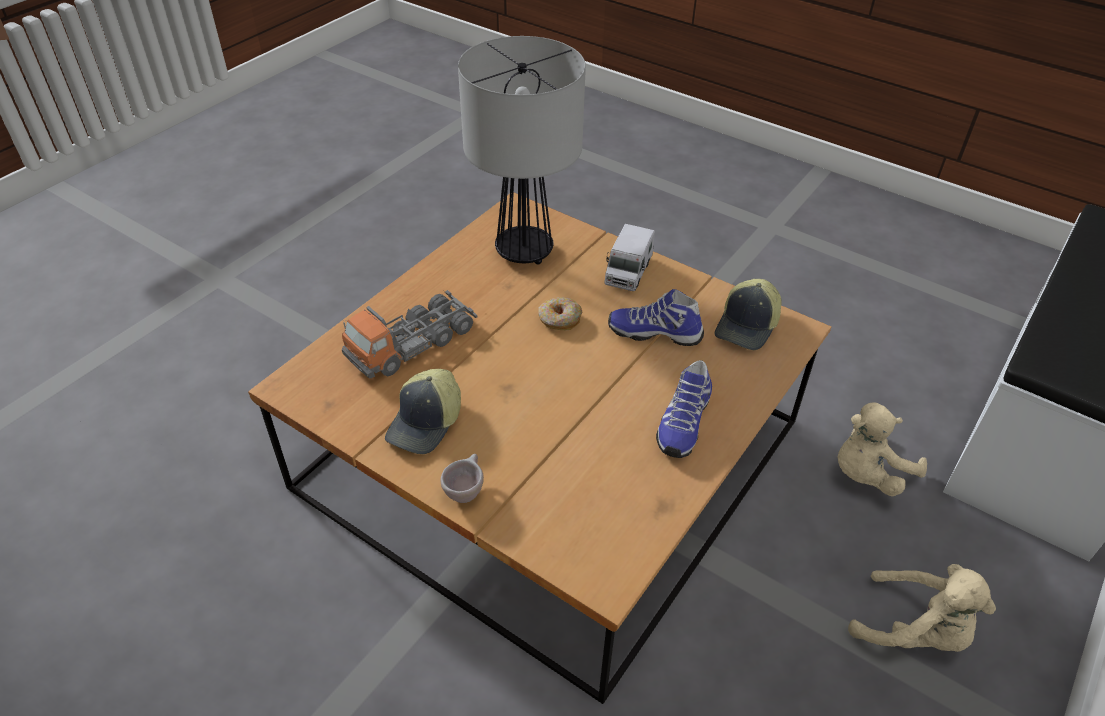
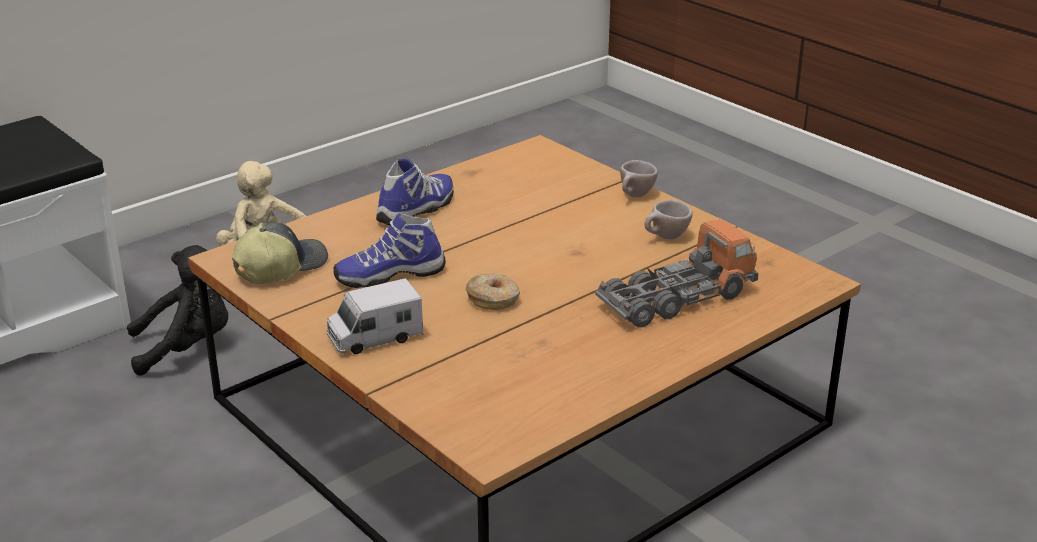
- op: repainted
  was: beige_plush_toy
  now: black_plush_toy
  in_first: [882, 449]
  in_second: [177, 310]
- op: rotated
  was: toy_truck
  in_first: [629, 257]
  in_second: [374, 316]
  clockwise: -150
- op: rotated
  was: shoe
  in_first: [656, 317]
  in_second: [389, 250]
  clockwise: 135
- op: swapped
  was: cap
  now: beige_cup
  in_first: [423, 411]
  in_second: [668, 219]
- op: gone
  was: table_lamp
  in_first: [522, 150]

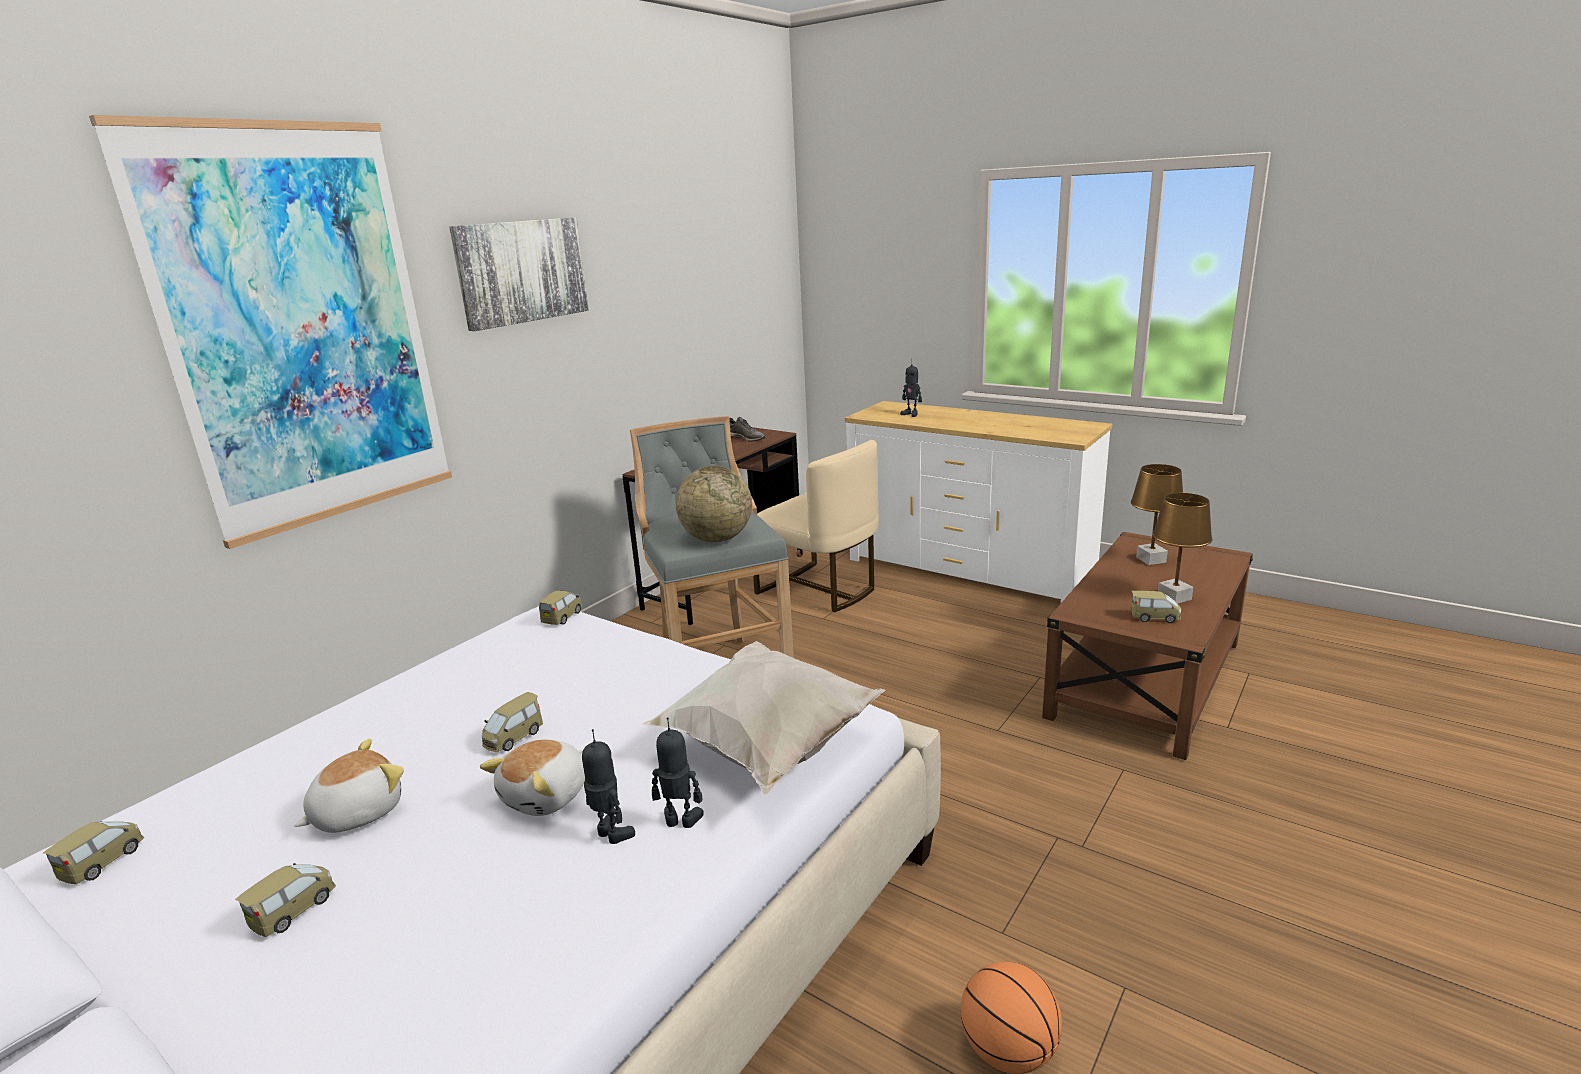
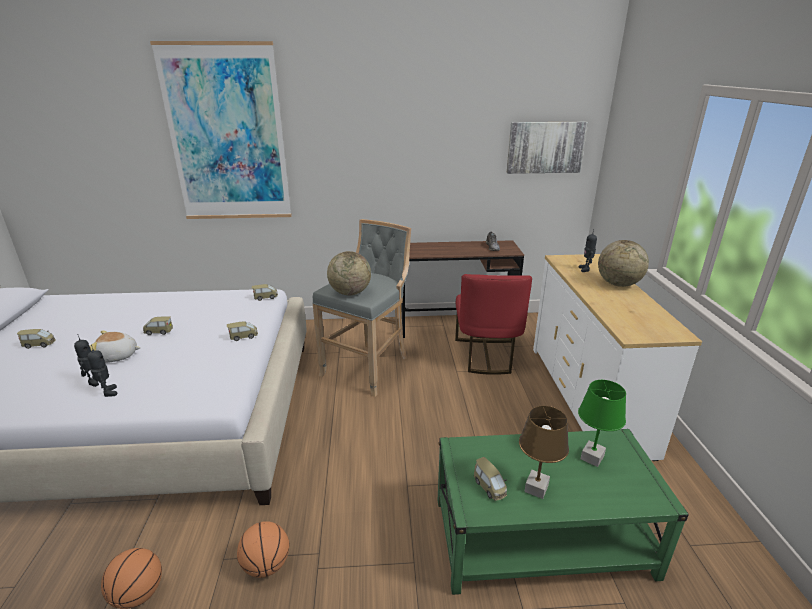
- op: shifted
  was: toy_car
  in_first: [93, 852]
  in_second: [242, 331]
- op: new
  now: basketball
  in_second: [263, 549]
- op: repainted
  was: brown_coffee_table
  now: green_coffee_table
  in_first: [1147, 646]
  in_second: [563, 512]
- op: repainted
  was: beige_chair
  now: red_chair
  in_first: [816, 526]
  in_second: [493, 324]
- op: shifted
  was: picture
  in_first: [519, 274]
  in_second: [547, 148]
- op: repainted
  was: brown_table_lamp
  now: green_table_lamp
  in_first: [1157, 514]
  in_second: [602, 423]
- op: new
  now: globe
  in_second: [623, 263]
- op: gone
  was: plush_toy
  in_first: [349, 786]
- op: gone
  was: white_pillow
  in_first: [763, 718]

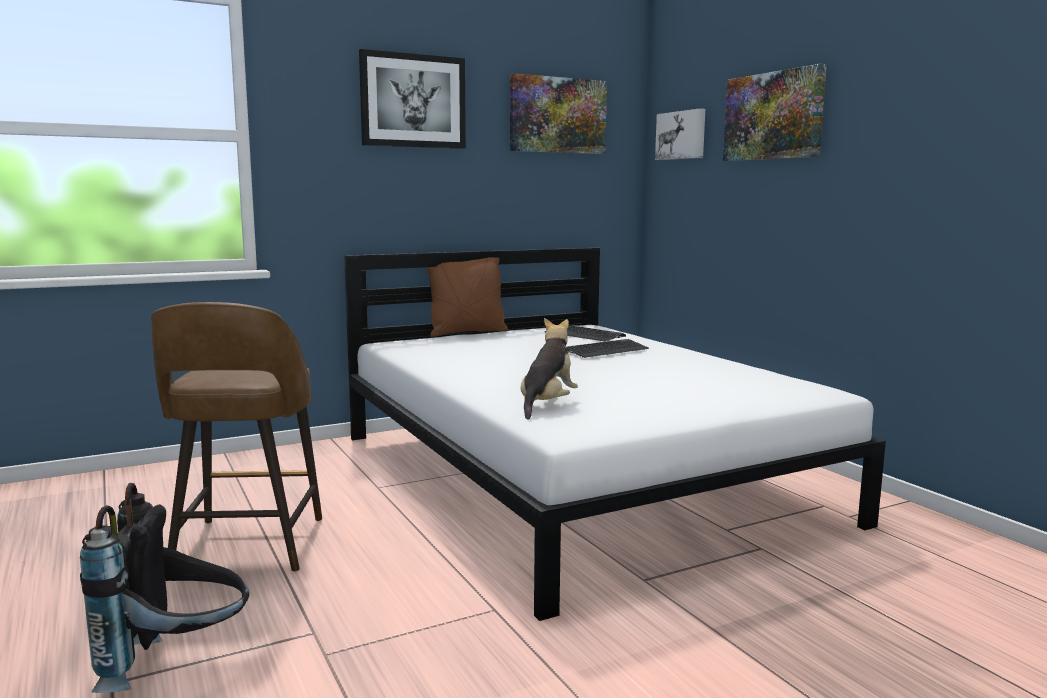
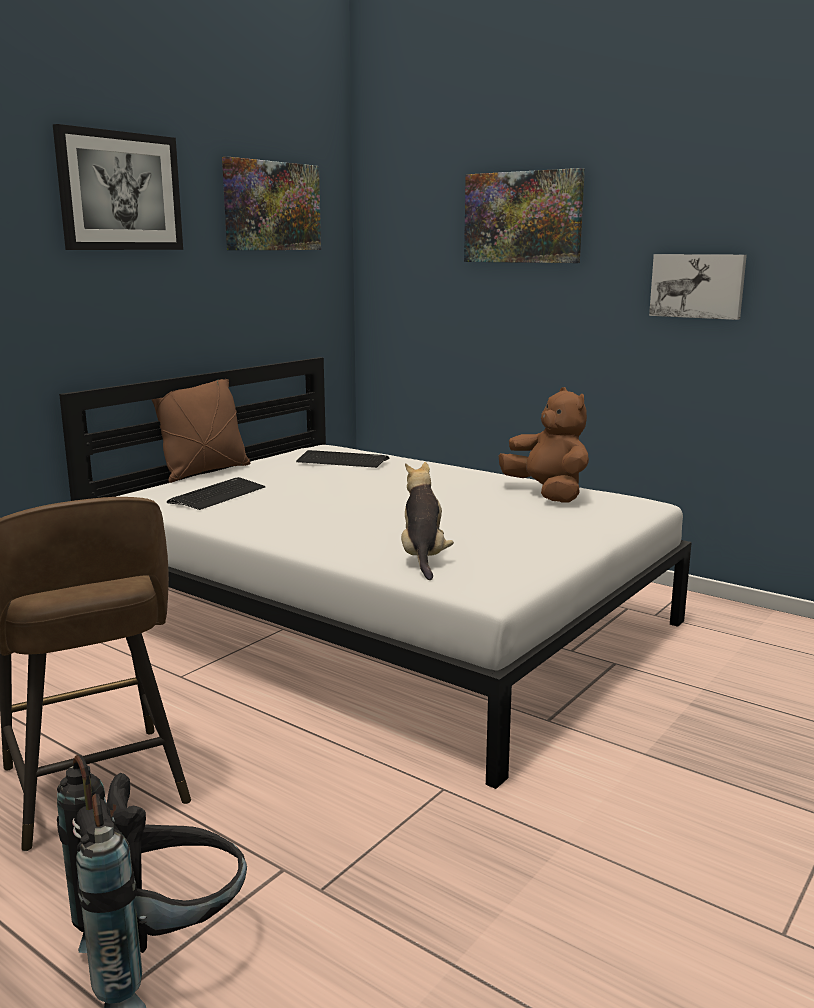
- op: shifted
  was: keyboard
  in_first: [607, 348]
  in_second: [216, 493]
- op: new
  now: brown_plush_toy
  in_second: [544, 444]
- op: shifted
  was: picture
  in_first: [680, 134]
  in_second: [698, 287]

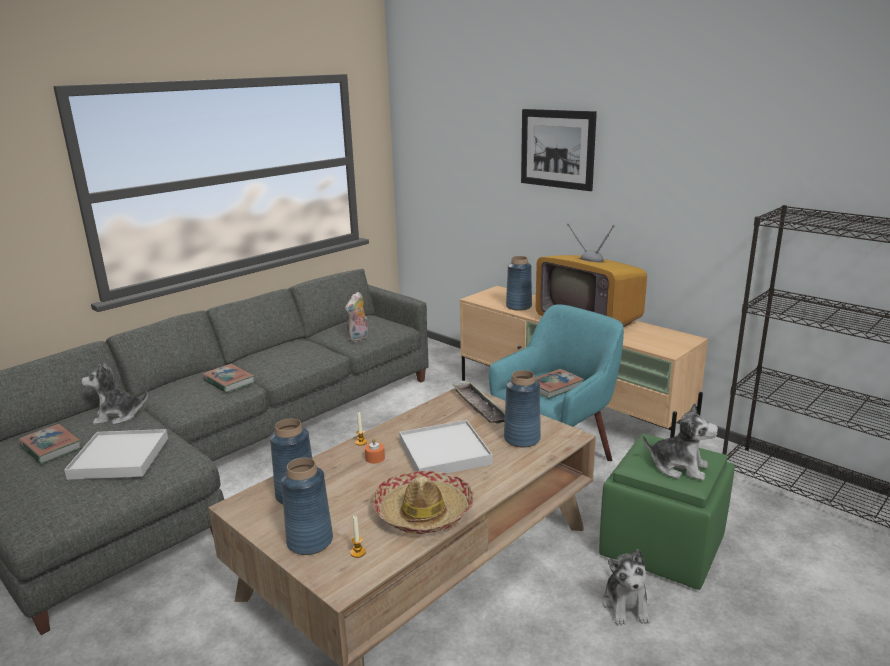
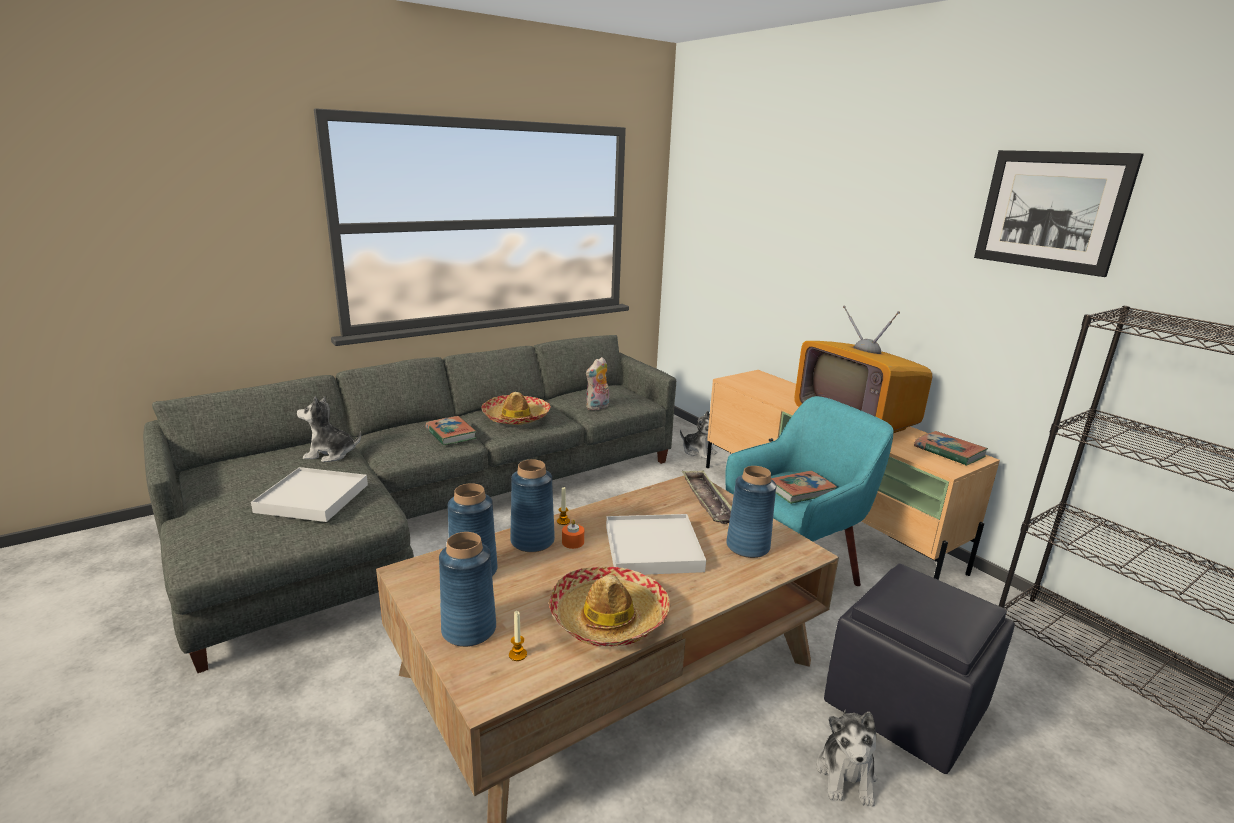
- op: new
  now: hat
  in_second: [516, 408]
- op: shifted
  was: blue_vase
  in_first: [519, 283]
  in_second: [532, 505]
- op: shifted
  was: plush_toy
  in_first: [680, 441]
  in_second: [698, 435]
- op: repainted
  was: green_ottoman
  now: black_ottoman
  in_first: [667, 512]
  in_second: [919, 668]
- op: shifted
  was: book
  in_first: [50, 444]
  in_second: [951, 448]
- op: shifted
  was: picture
  in_first: [559, 150]
  in_second: [1059, 213]

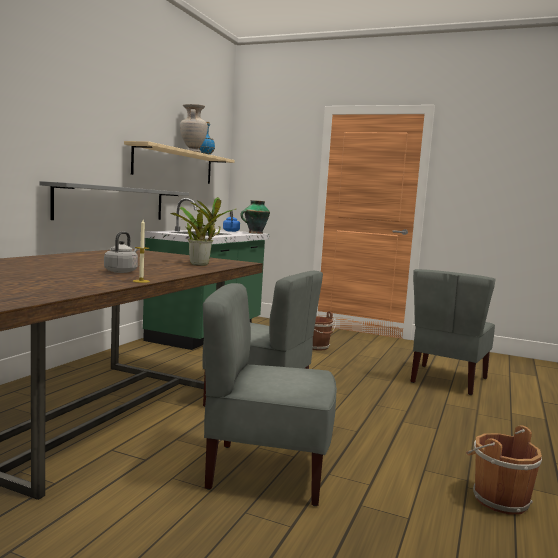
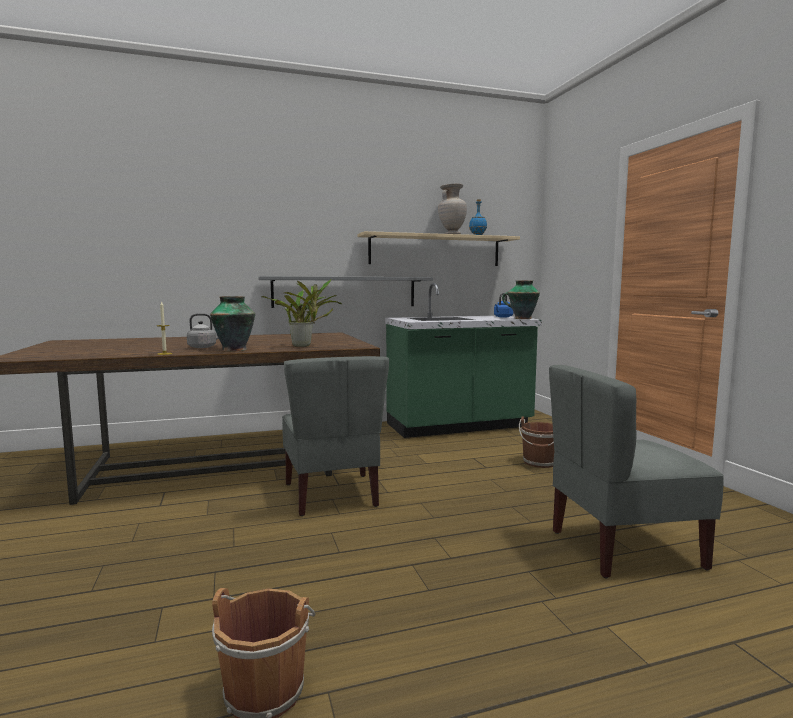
- op: new
  now: vase
  in_second: [232, 324]
- op: gone
  was: grey_chair
  in_first: [270, 394]

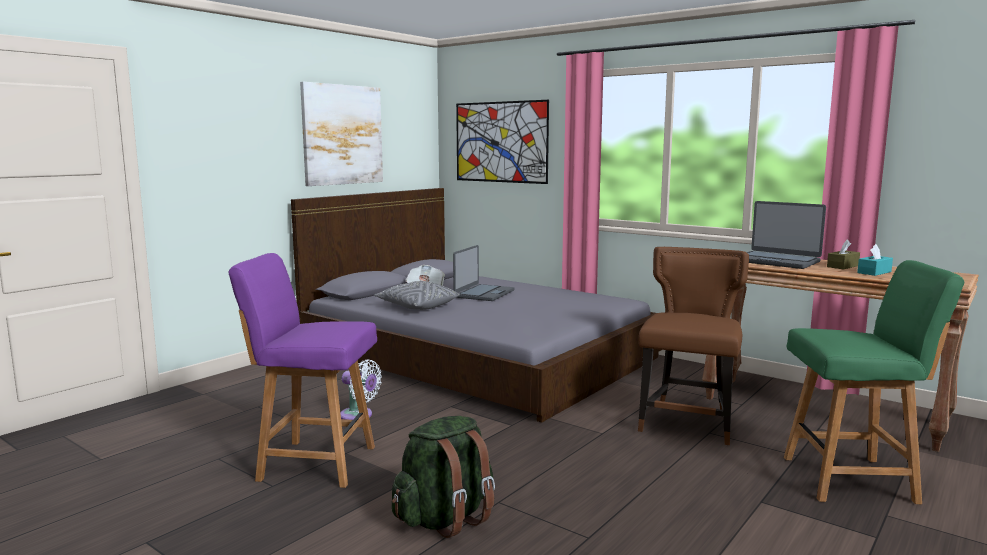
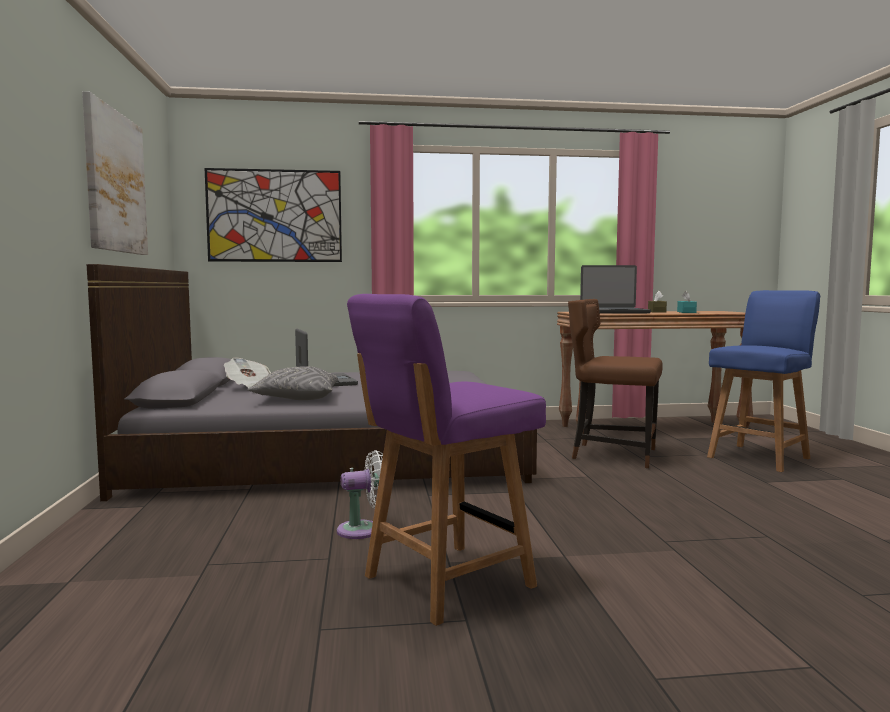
- op: rotated
  was: brown_chair
  in_first: [693, 346]
  in_second: [615, 383]
  clockwise: -45
- op: repainted
  was: green_chair
  now: blue_chair
  in_first: [874, 382]
  in_second: [763, 381]
- op: gone
  was: green_backpack
  in_first: [443, 477]

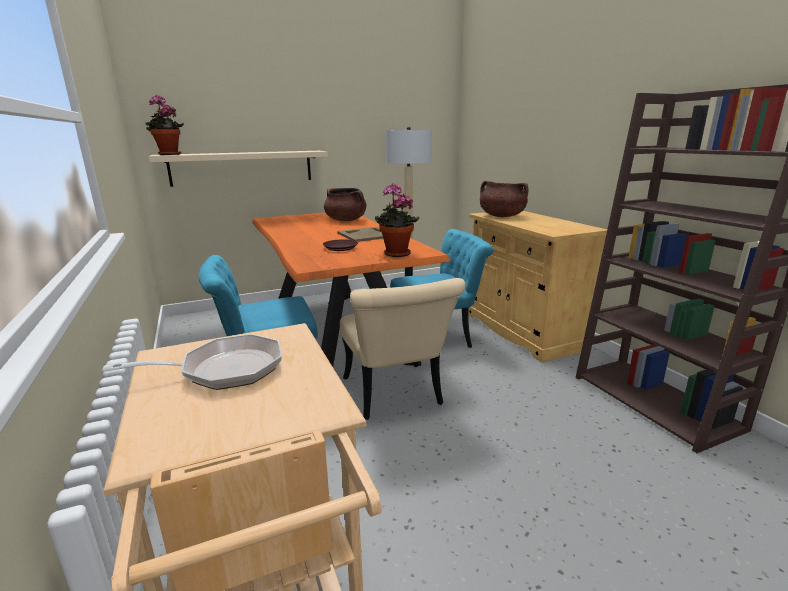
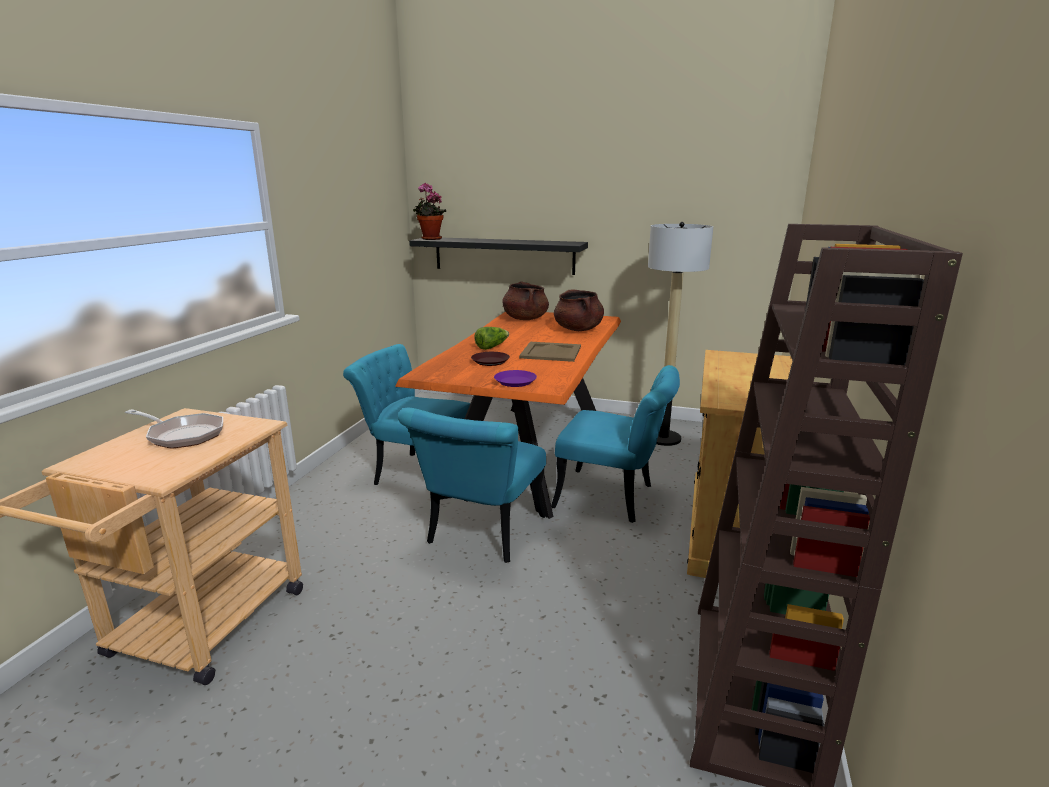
- op: repainted
  was: beige_chair
  now: turquoise_chair
  in_first: [403, 349]
  in_second: [472, 485]
- op: repainted
  was: beige_shelf
  now: black_shelf
  in_first: [238, 169]
  in_second: [498, 256]
- op: new
  now: lettuce
  in_second: [491, 338]
- op: swapped
  was: potted_plant
  now: purple_plate
  in_first: [397, 220]
  in_second: [515, 378]
- op: shifted
  was: brown_cooking_pot
  in_first: [504, 199]
  in_second: [525, 300]

